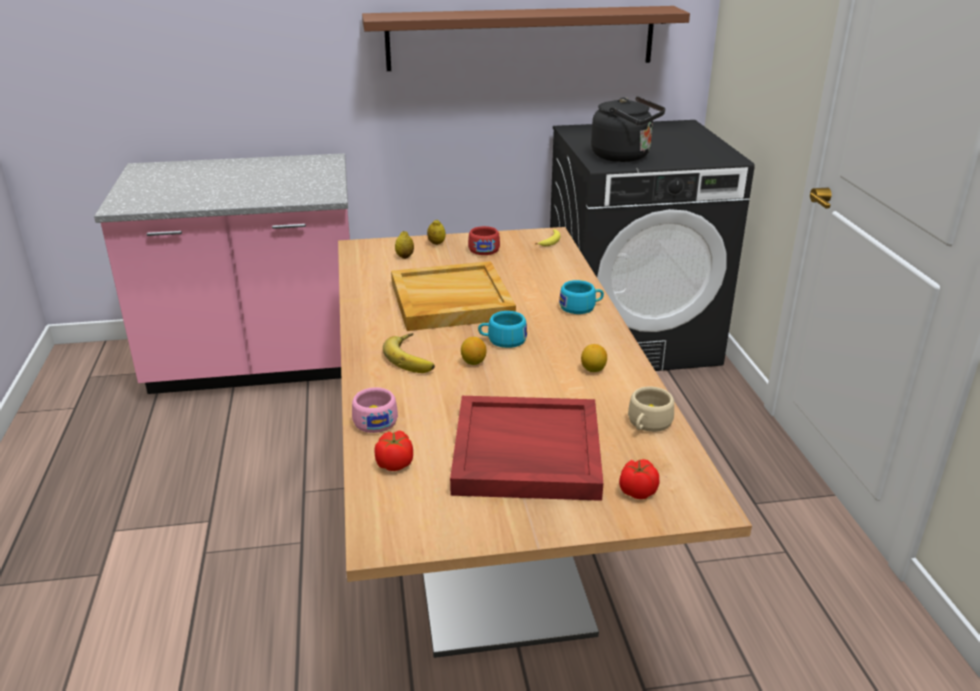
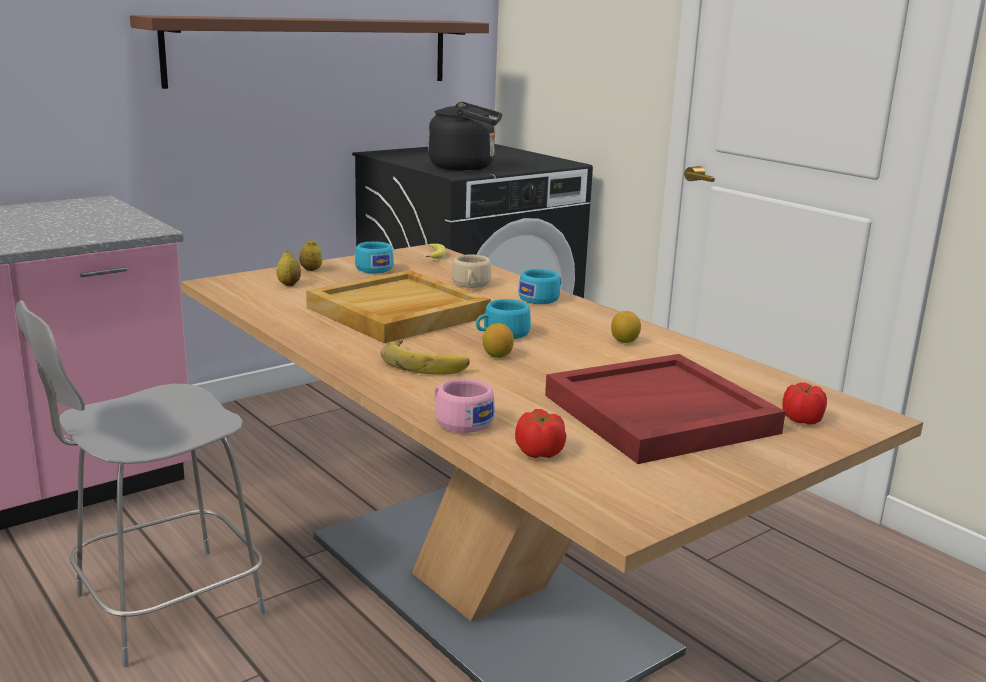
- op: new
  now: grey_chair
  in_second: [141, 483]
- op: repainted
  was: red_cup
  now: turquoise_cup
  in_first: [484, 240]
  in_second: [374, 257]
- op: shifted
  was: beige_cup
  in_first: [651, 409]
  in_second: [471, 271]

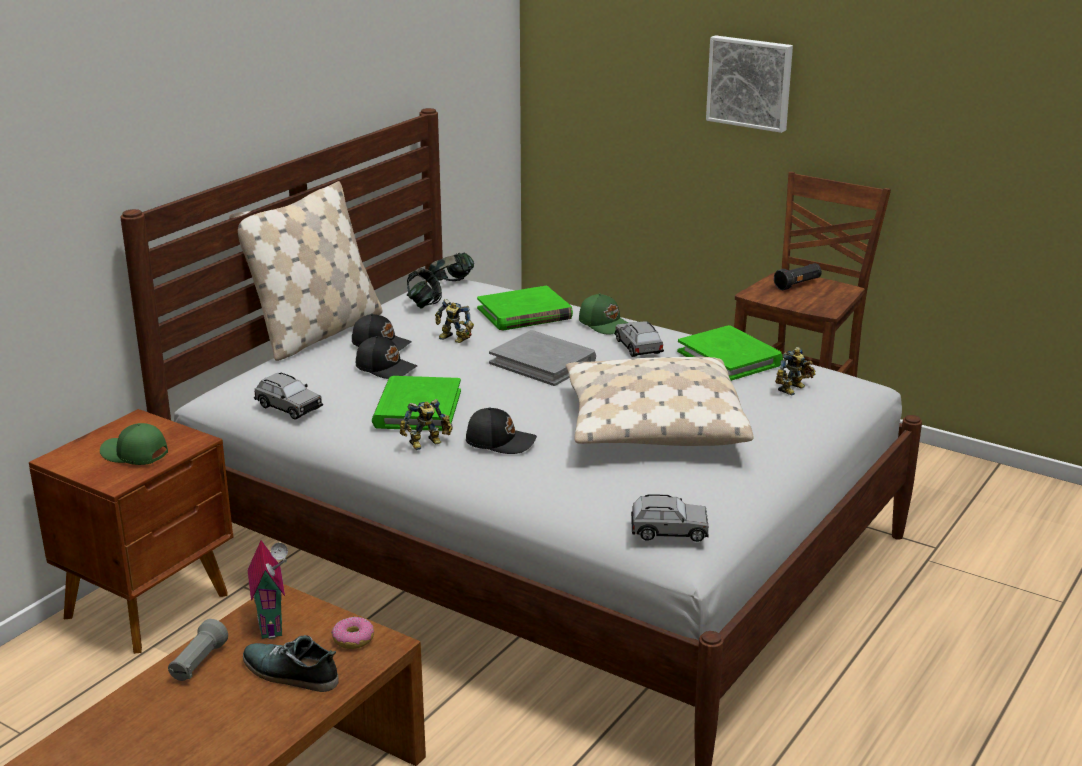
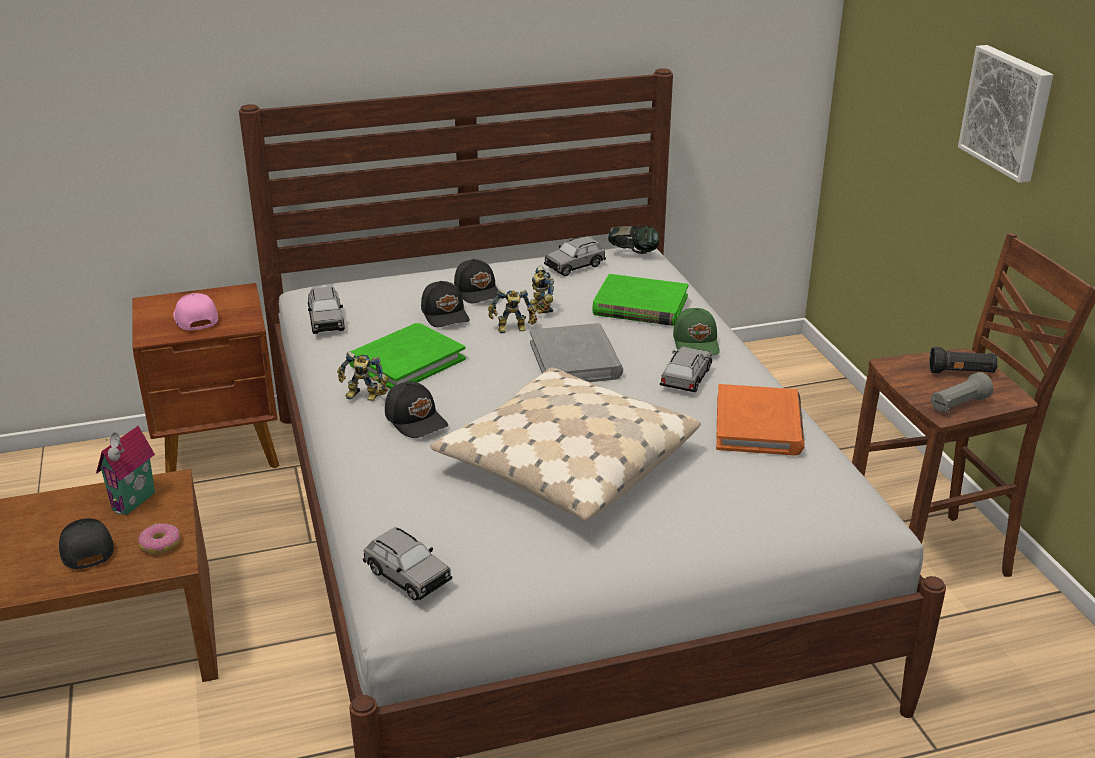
- op: swapped
  was: shoe
  now: black_cap
  in_first: [291, 663]
  in_second: [86, 543]
- op: repainted
  was: green_cap
  now: pink_cap
  in_first: [134, 444]
  in_second: [195, 312]
- op: shifted
  was: toy_robot
  in_first: [795, 371]
  in_second: [512, 311]
- op: swapped
  was: headphones
  now: grey_toy_car
  in_first: [424, 288]
  in_second: [575, 256]
- op: repainted
  was: green_book
  now: orange_book
  in_first: [730, 353]
  in_second: [760, 420]
- op: shifted
  was: grey_flashlight
  in_first: [198, 650]
  in_second: [962, 392]
- op: gone
  was: beige_pillow
  in_first: [305, 271]

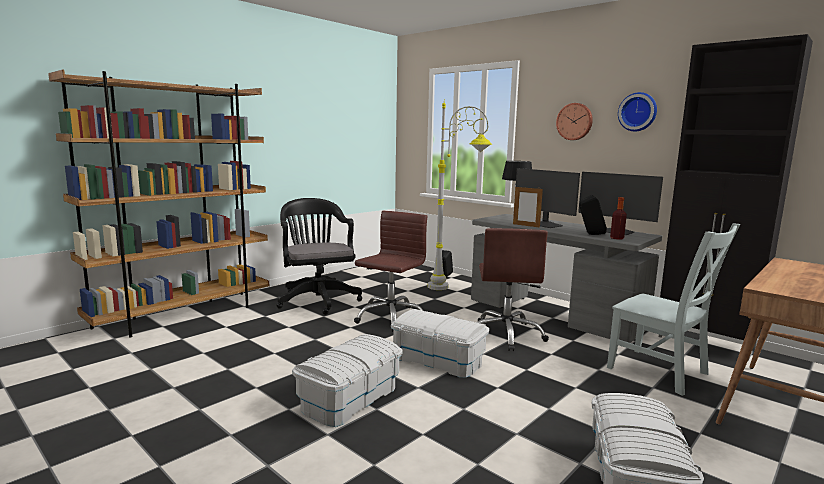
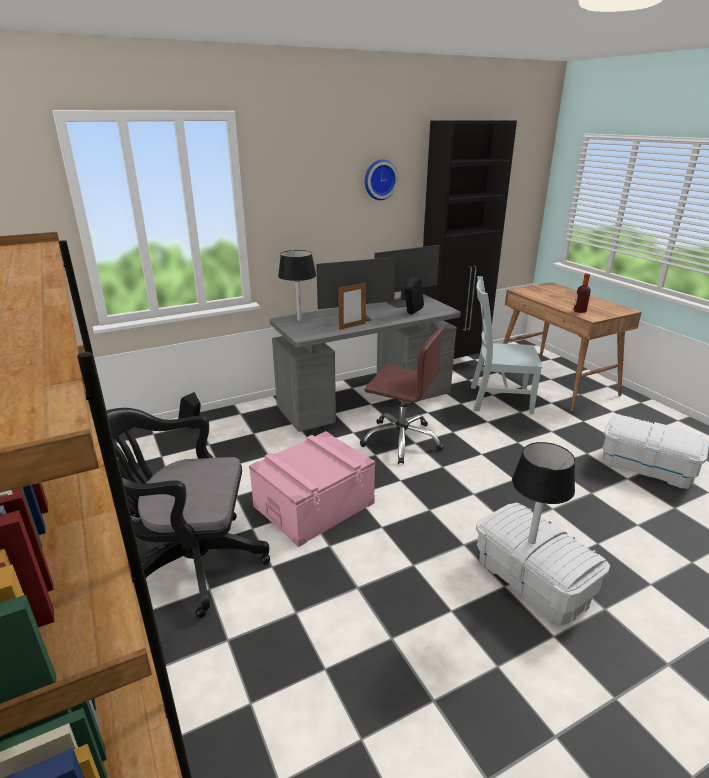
- op: swapped
  was: brown_office_chair
  now: pink_storage_box
  in_first: [390, 271]
  in_second: [312, 489]
- op: rotated
  was: grey_chair
  in_first: [673, 309]
  in_second: [507, 345]
  clockwise: -150
- op: new
  now: black_table_lamp
  in_second: [543, 493]
- op: shifted
  was: bottle
  in_first: [618, 218]
  in_second: [582, 293]
- op: gone
  was: white_storage_box
  in_first: [440, 343]
- op: gone
  was: grey_floor_lamp
  in_first: [460, 196]
- op: gone
  was: wall_clock
  in_first: [574, 121]

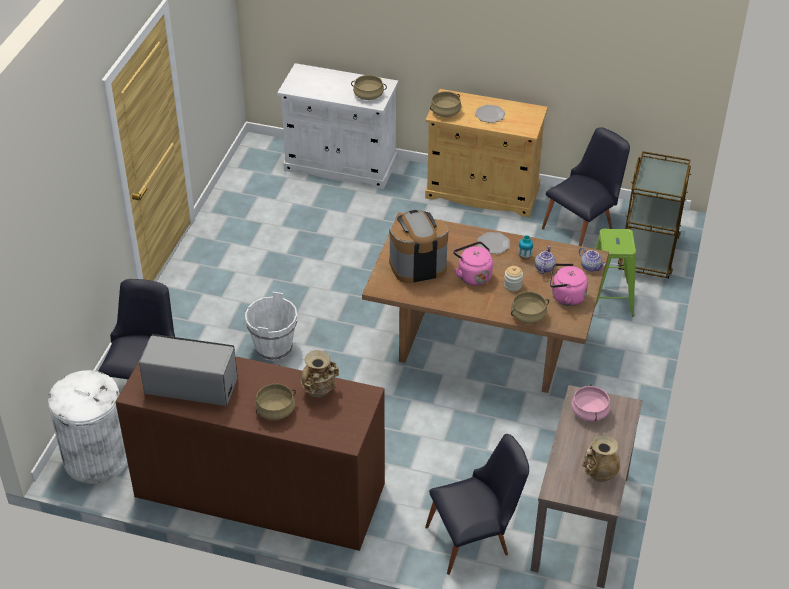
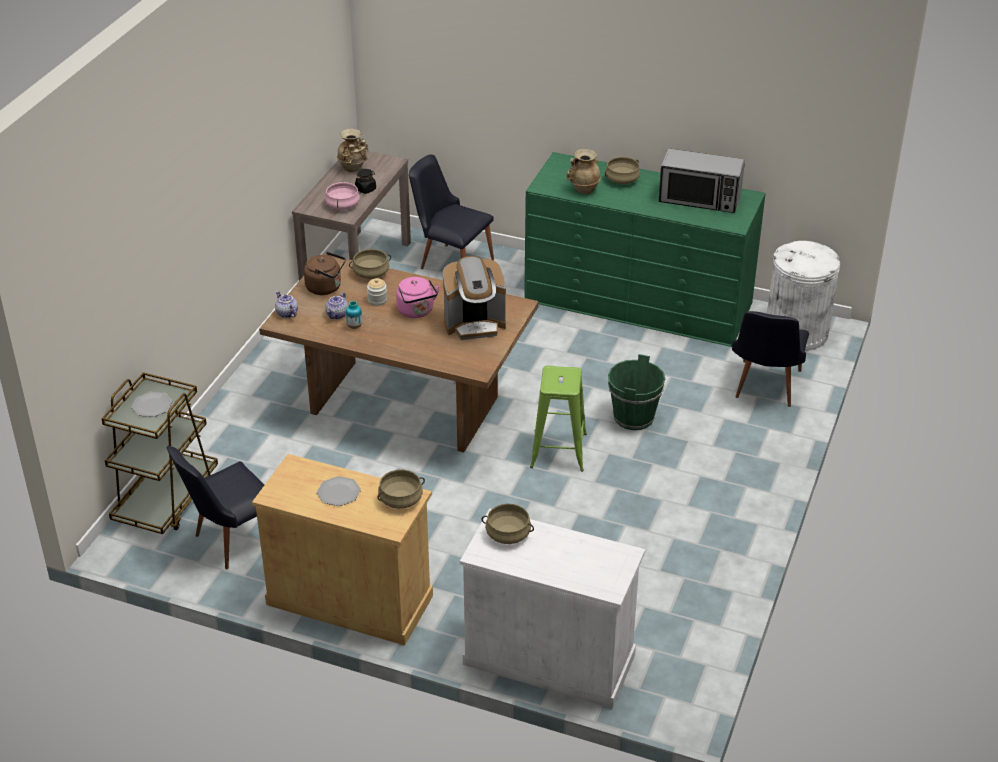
- op: shifted
  was: plate
  in_first: [494, 243]
  in_second: [152, 404]
- op: repainted
  was: pink_kettle
  now: brown_kettle
  in_first: [569, 284]
  in_second: [325, 273]
- op: new
  now: black_jar
  in_second: [365, 181]
- op: rotated
  was: black_chair
  in_first: [477, 504]
  in_second: [451, 212]
  clockwise: 45
- op: repainted
  was: brown_dresser
  now: green_dresser
  in_first: [250, 453]
  in_second: [645, 249]
- op: shifted
  was: green_stool
  in_first: [615, 272]
  in_second: [558, 418]
- op: repainted
  was: white_bucket
  now: green_bucket
  in_first: [271, 326]
  in_second: [636, 392]

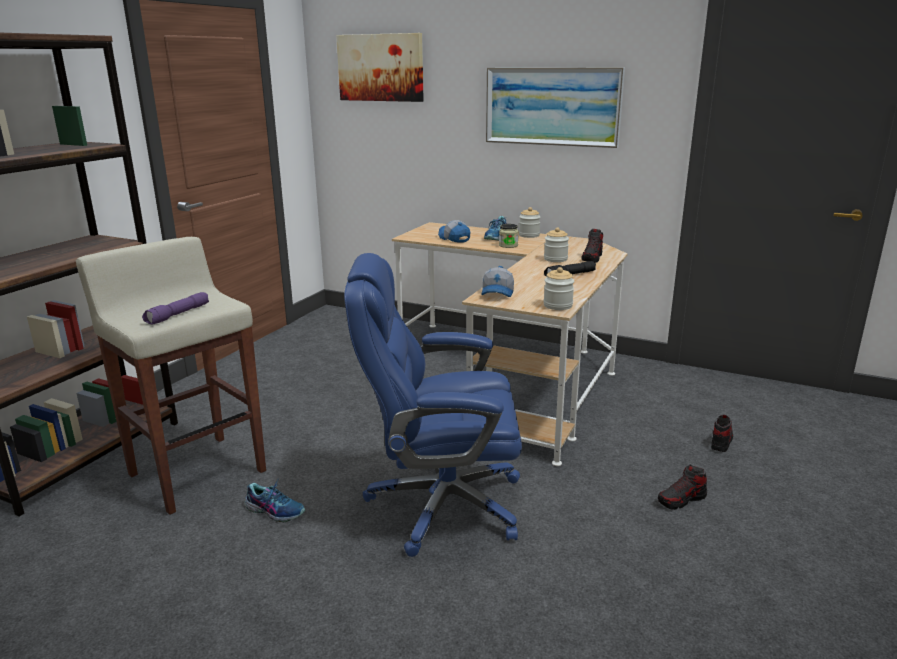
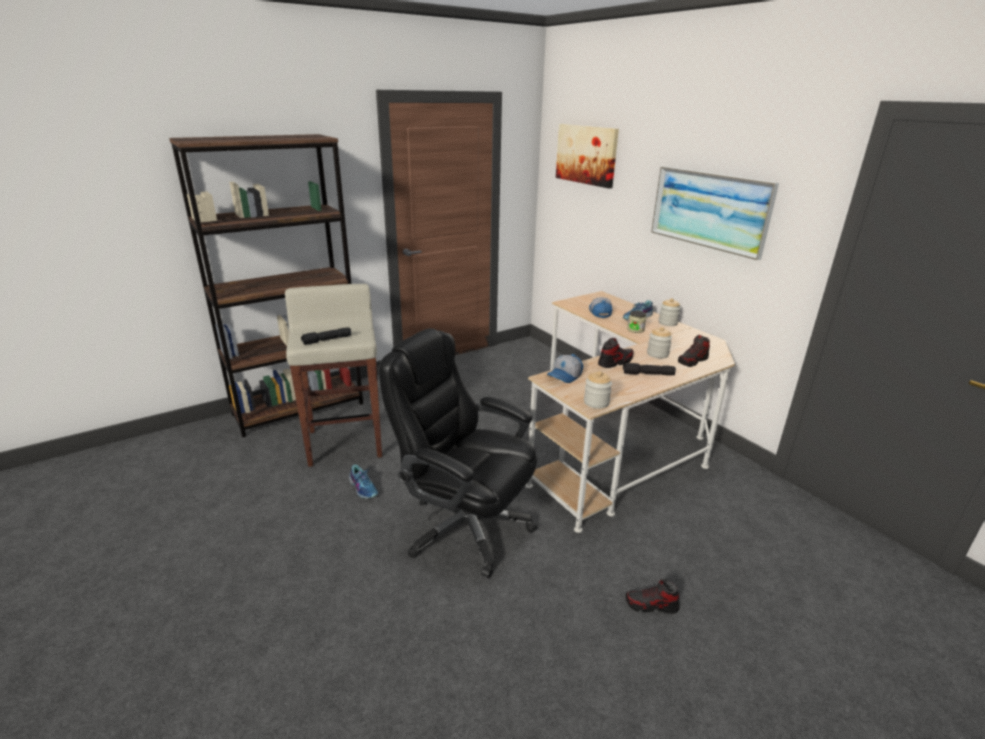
- op: repainted
  was: purple_flashlight
  now: black_flashlight
  in_first: [175, 308]
  in_second: [326, 336]
- op: repainted
  was: blue_office_chair
  now: black_office_chair
  in_first: [433, 405]
  in_second: [458, 453]
- op: shifted
  was: shoe
  in_first: [722, 433]
  in_second: [616, 353]

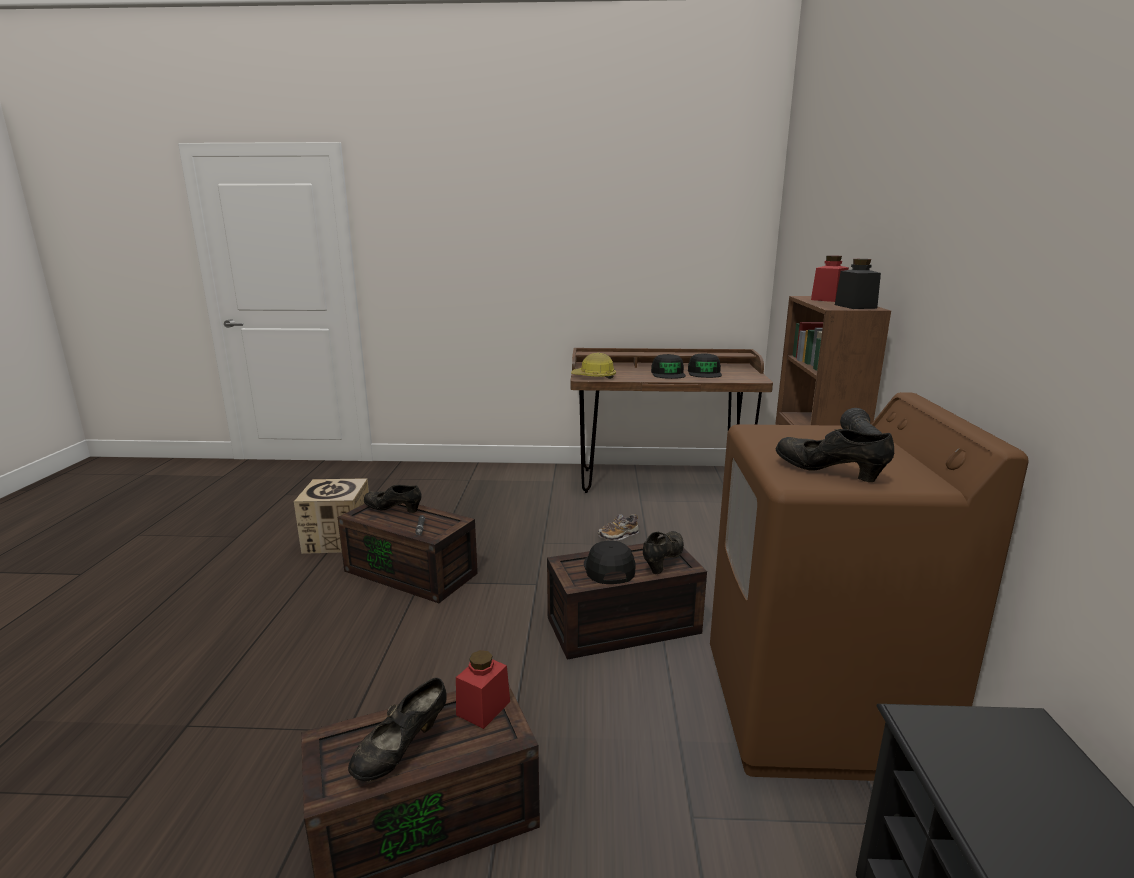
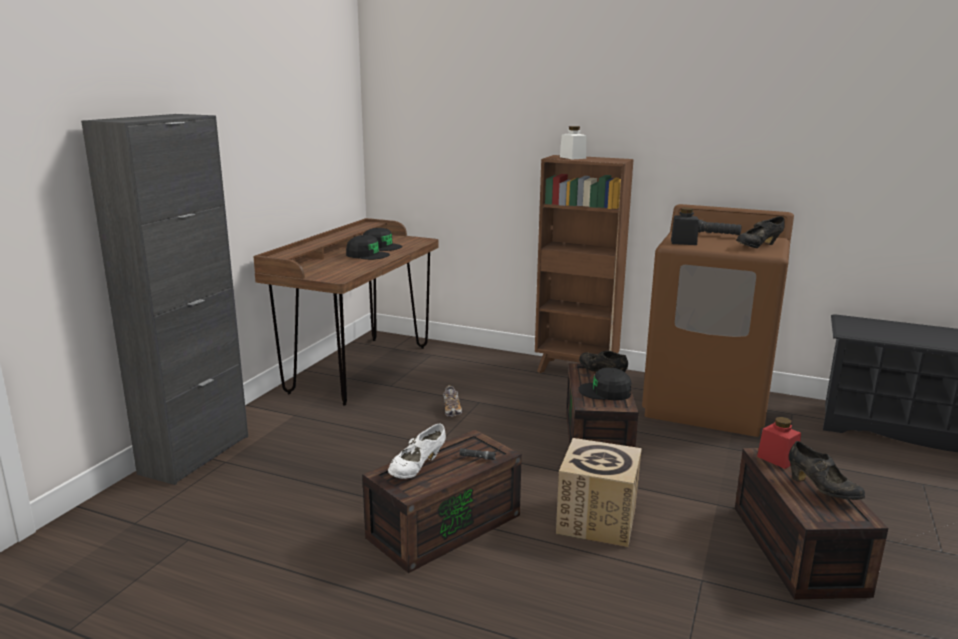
- op: new
  now: black_cabinet
  in_second: [164, 299]
- op: repainted
  was: black_shoe
  now: white_shoe
  in_first: [393, 499]
  in_second: [417, 451]
- op: shifted
  was: cardboard_box
  in_first: [331, 516]
  in_second: [599, 493]
- op: repainted
  was: red_jar
  now: white_jar
  in_first: [830, 278]
  in_second: [573, 142]
- op: shifted
  was: black_jar
  in_first: [858, 284]
  in_second: [685, 226]
- op: gone
  was: hard_hat
  in_first: [593, 366]

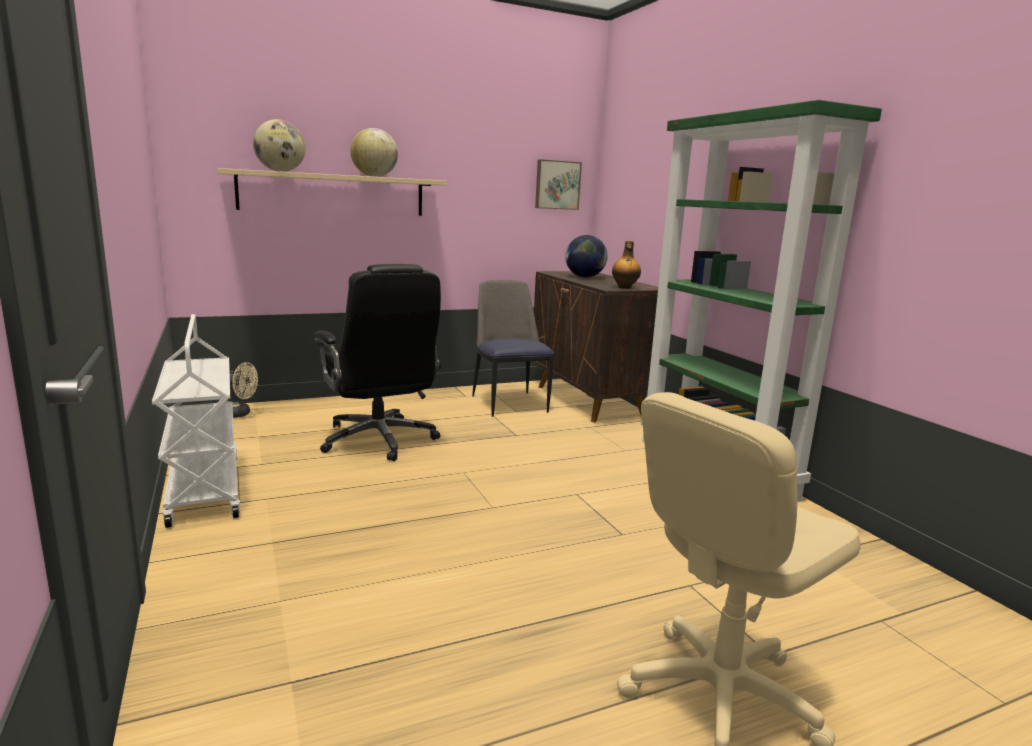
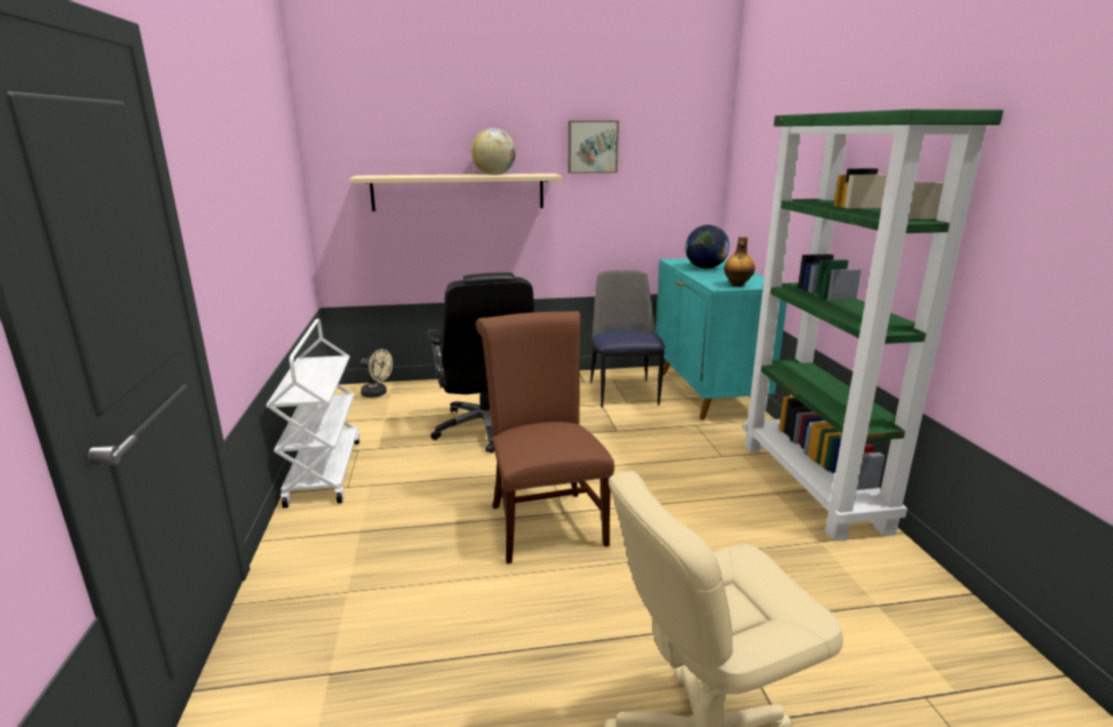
- op: new
  now: brown_chair
  in_second: [545, 437]
- op: shifted
  was: picture
  in_first: [558, 184]
  in_second: [593, 147]
- op: repainted
  was: brown_cabinet
  now: turquoise_cabinet
  in_first: [594, 346]
  in_second: [721, 339]
- op: gone
  was: globe
  in_first: [279, 145]

